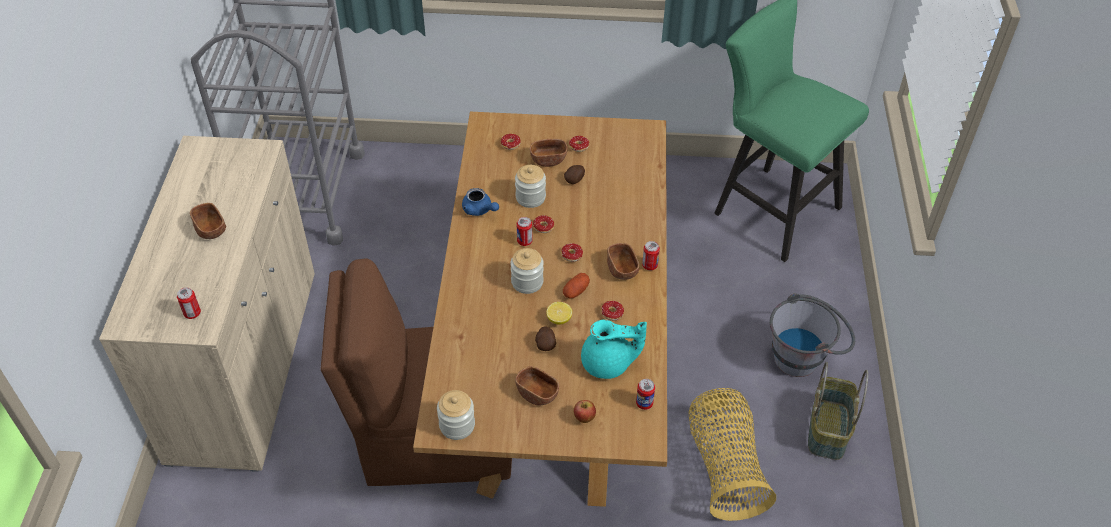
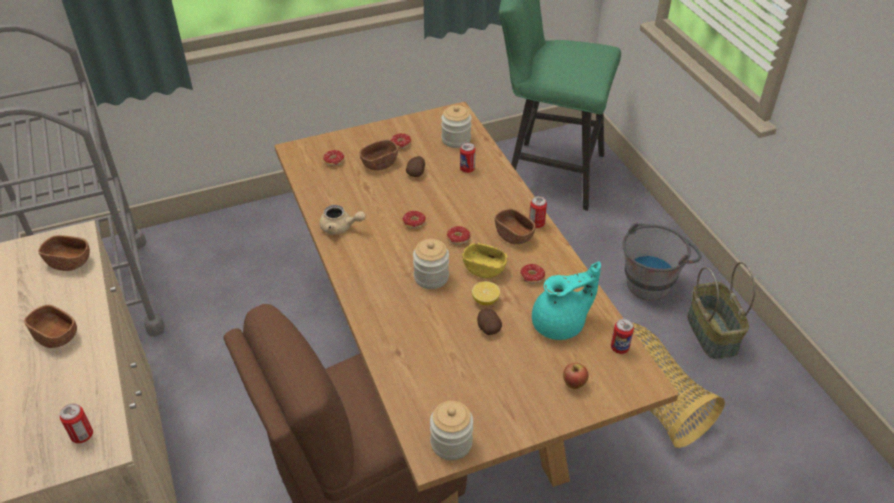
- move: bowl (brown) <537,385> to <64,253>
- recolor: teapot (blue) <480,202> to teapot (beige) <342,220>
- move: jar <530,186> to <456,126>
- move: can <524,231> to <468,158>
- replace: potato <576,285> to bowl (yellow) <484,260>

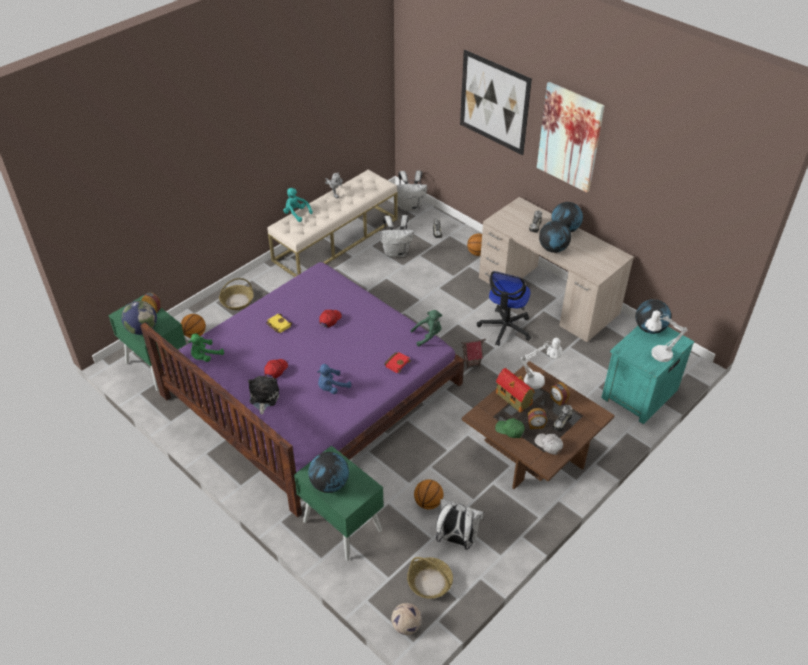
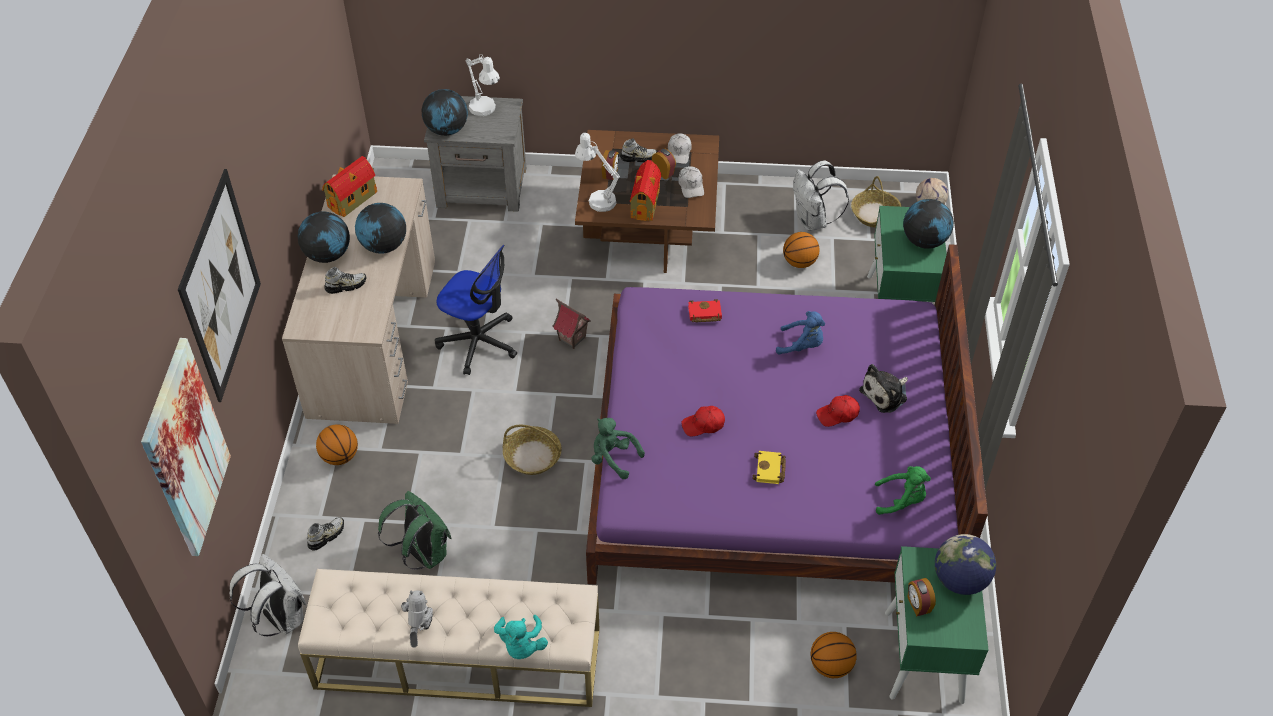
- move: picture <570,137> to <186,447>
- insert: toy house <349,186>
- recolor: backpack (white) <397,236> to backpack (green) <415,530>
- recolor: nightstand (turquoise) <647,375> to nightstand (grey) <475,154>
- rotate: office chair <504,308> = <476,310> 45 degrees clockwise
- move: basket <236,294> to <532,450>
- move: plush toy (green) <426,328> to <618,448>
- recolor: cap (green) <510,428> to cap (white) <691,182>

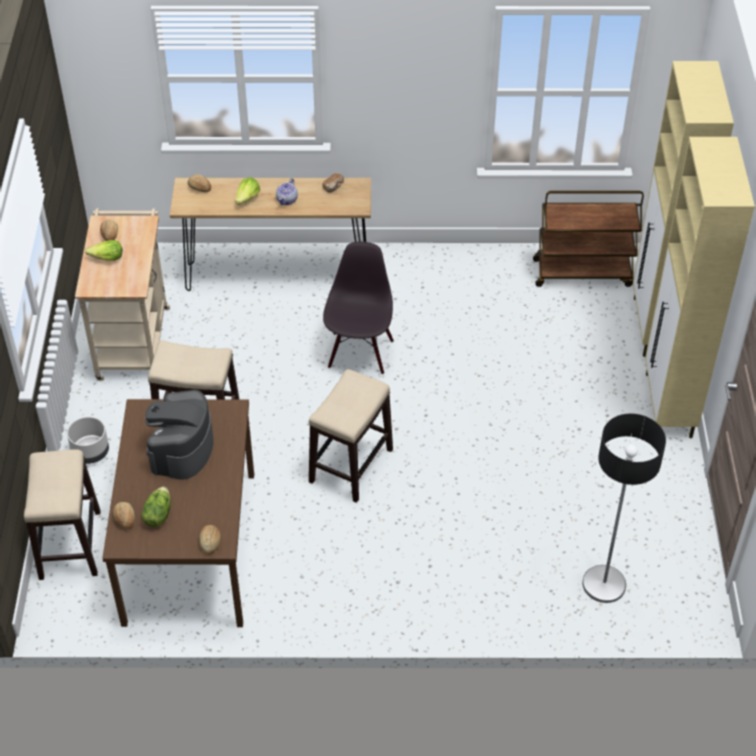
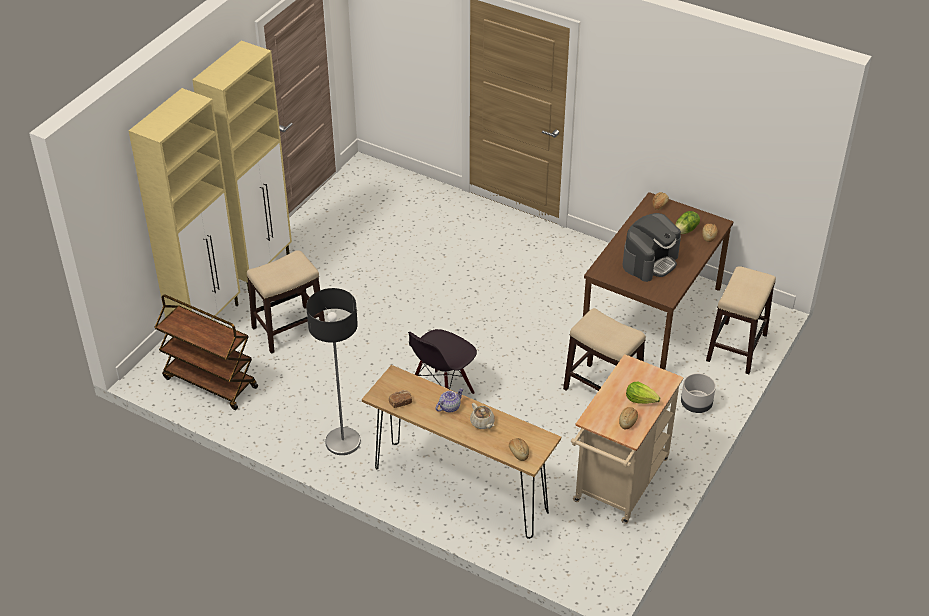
- move: stool <351,436> to <286,302>
- move: floor lamp <624,508> to <333,371>
- replace: lettuce <247,191> to teapot (beige) <482,416>

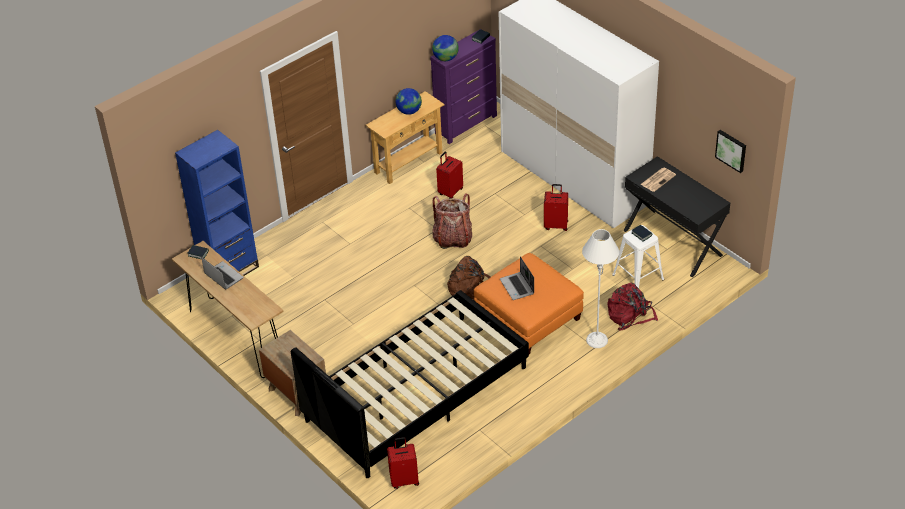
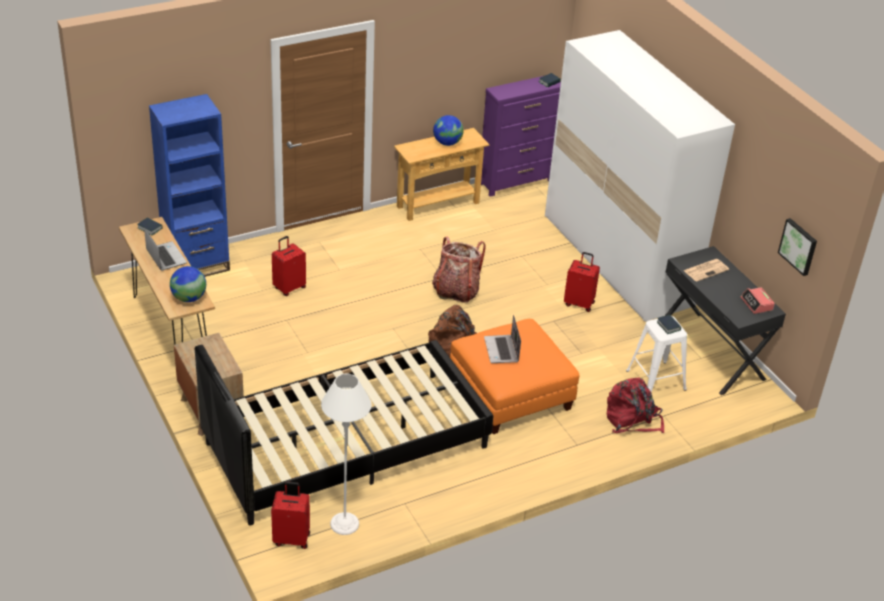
- move: globe <445,48> to <188,284>
- move: suitcase (red) <449,175> to <289,266>
- move: floor lamp (white) <600,288> to <346,454>
- insert: alarm clock <757,300>

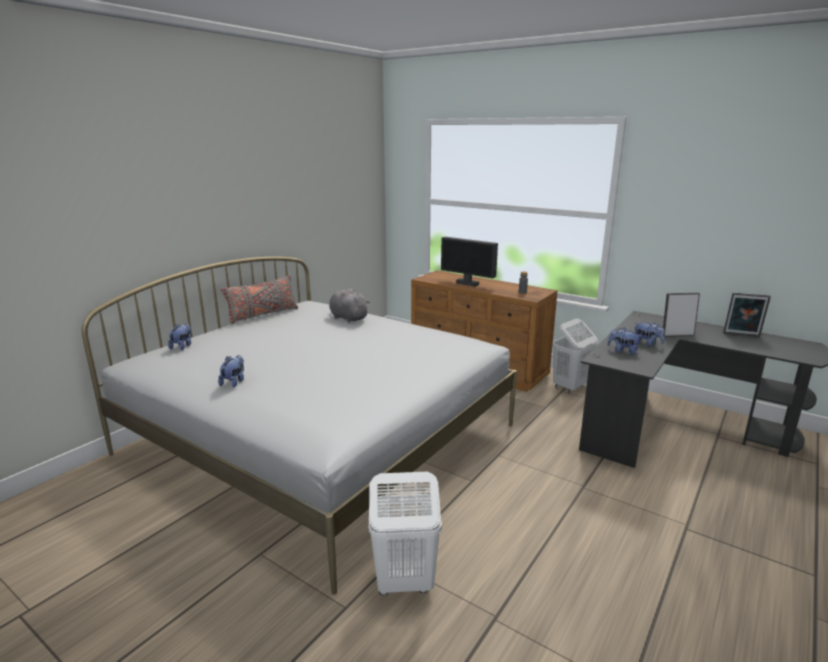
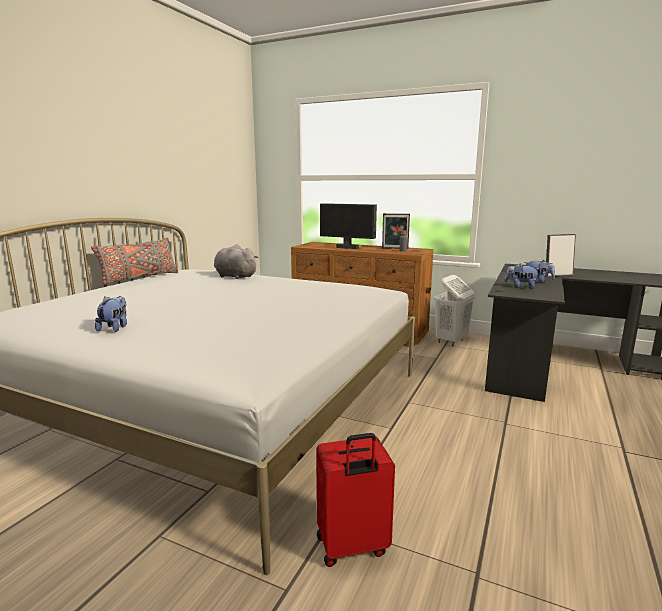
- replace: laundry basket (white) <405,533> to suitcase (red) <355,500>
- move: picture frame <747,315> to <396,231>
- delete: plush toy <180,337>

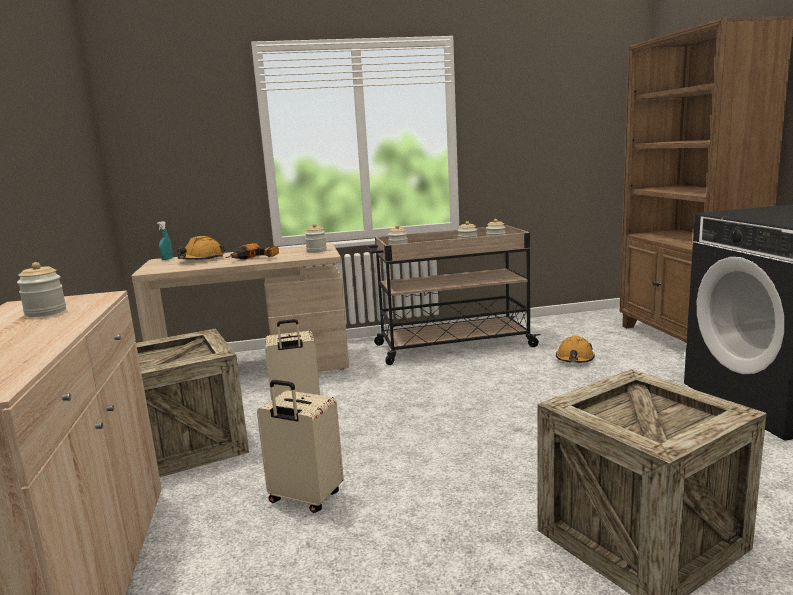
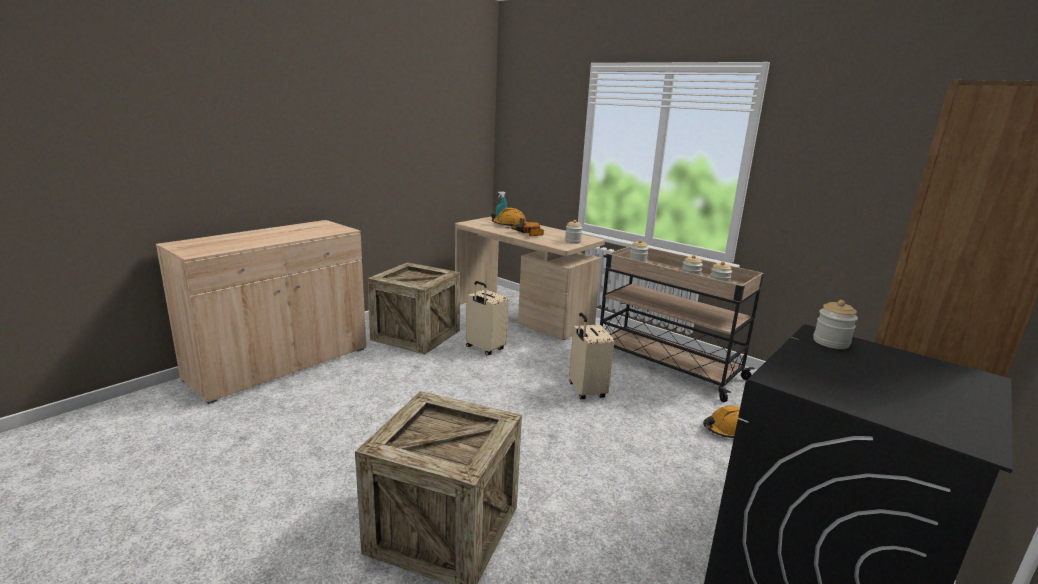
- move: suitcase (beige) <300,446> to <591,355>
- move: jar <41,289> to <835,324>

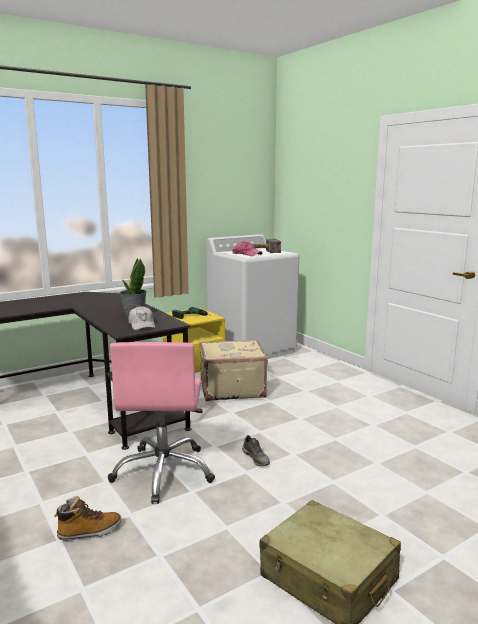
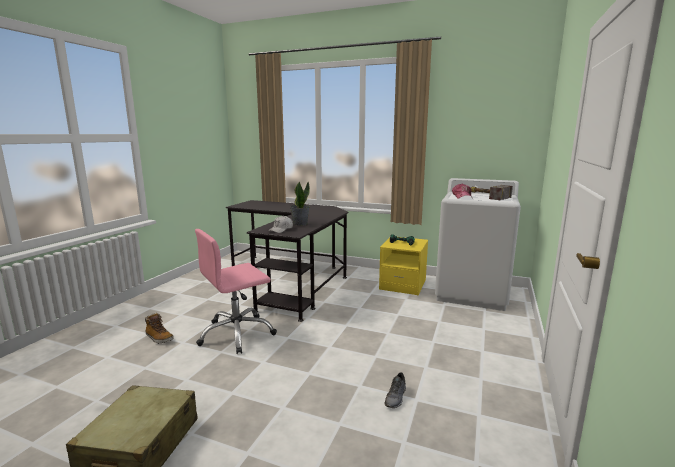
- move: shoe (grey) <256,450> to <395,390>
- delete: suitcase (beige) <233,370>

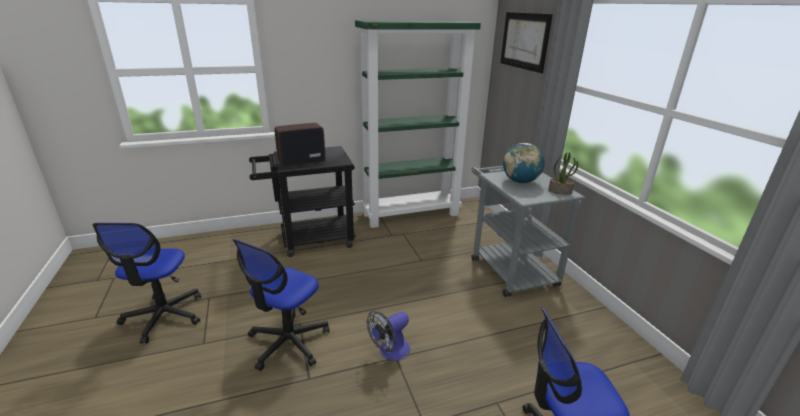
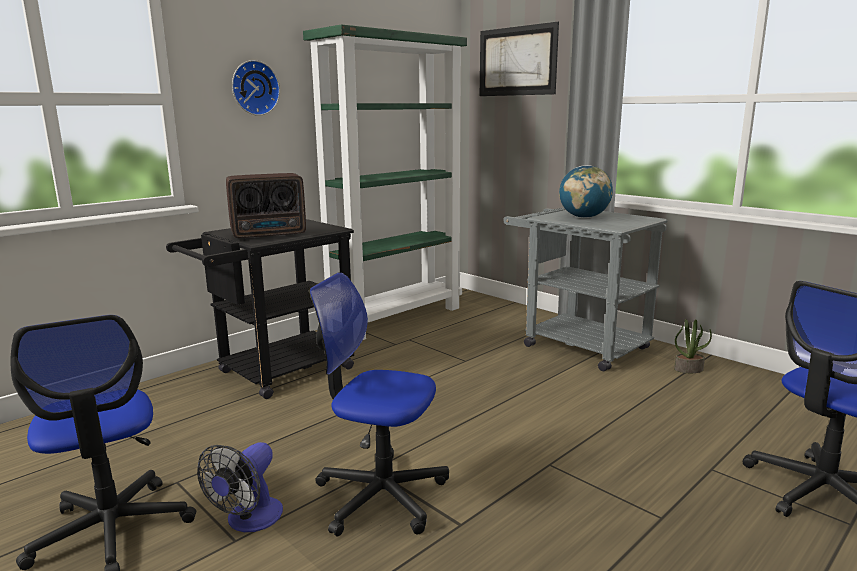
- move: fan <388,336> to <240,487>
- rotate: radio <299,145> = <266,206> 150 degrees counterclockwise
- insert: wall clock <256,88>
- rotate: office chair <281,305> = <379,404> 105 degrees clockwise
- move: potted plant <563,173> to <693,346>

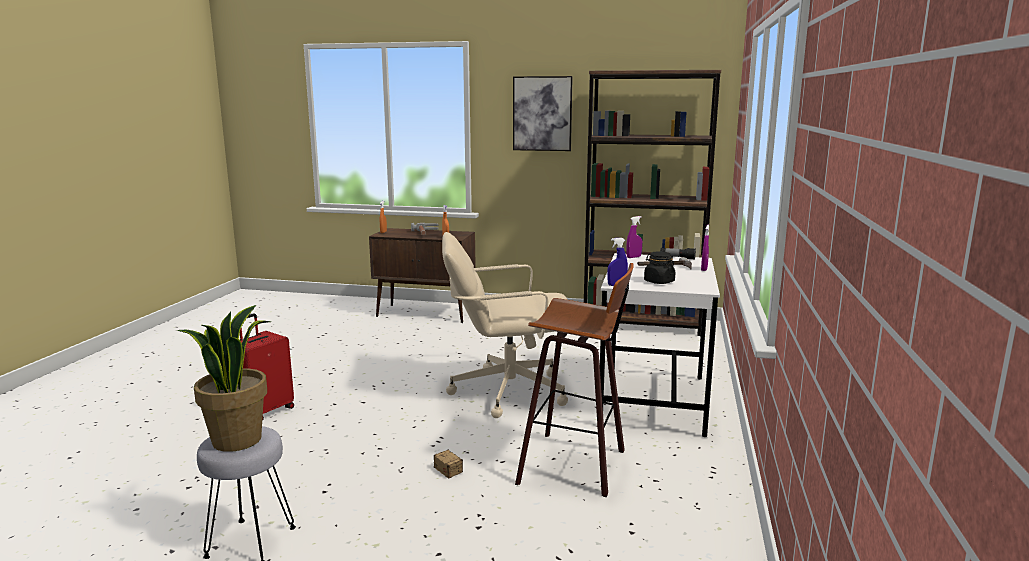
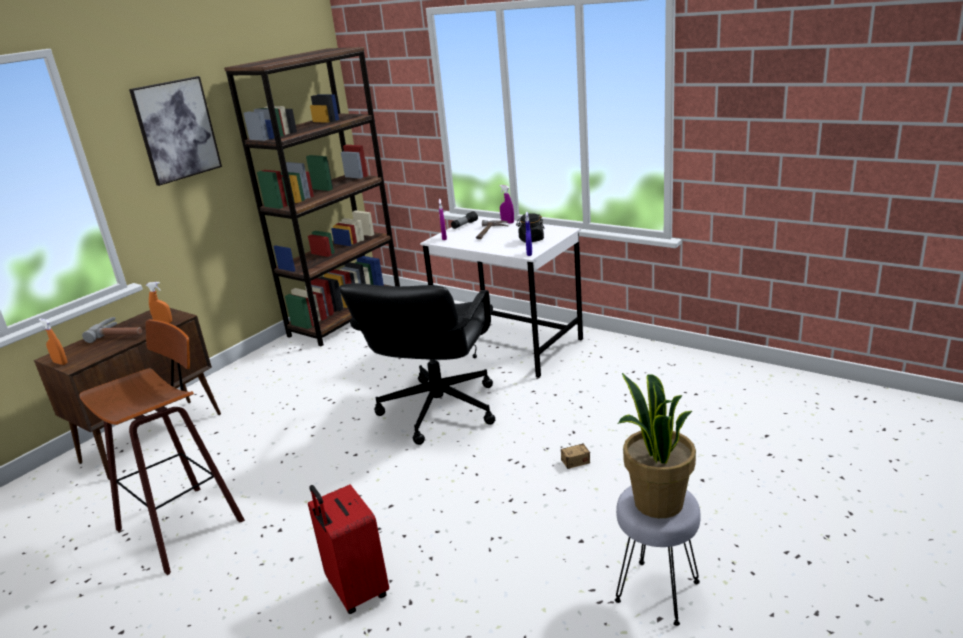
- move: stool <574,380> to <162,447>
- recolor: office chair (beige) <505,325> to office chair (black) <417,364>

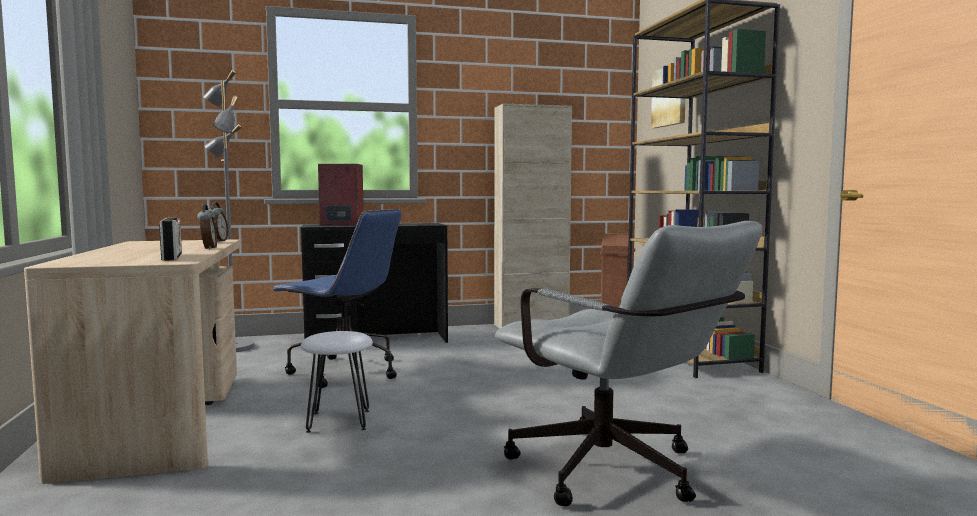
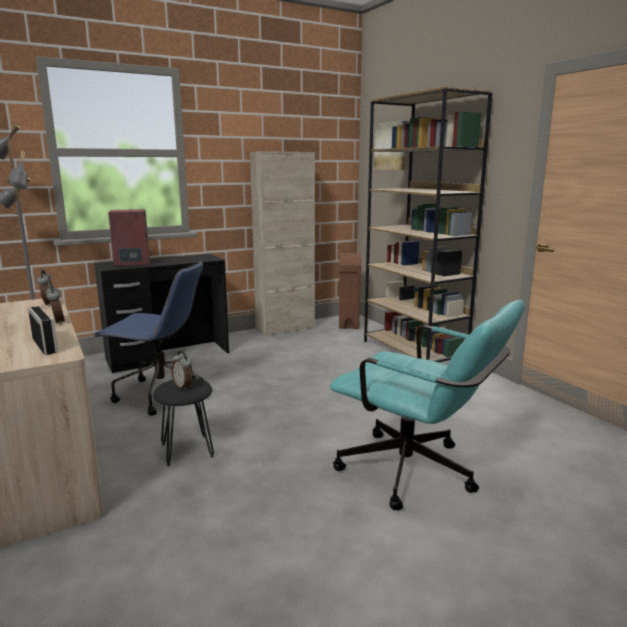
- recolor: stool (white) <337,382> to stool (black) <183,422>
- insert: alarm clock <181,370>
- recolor: office chair (grey) <628,364> to office chair (turquoise) <427,405>

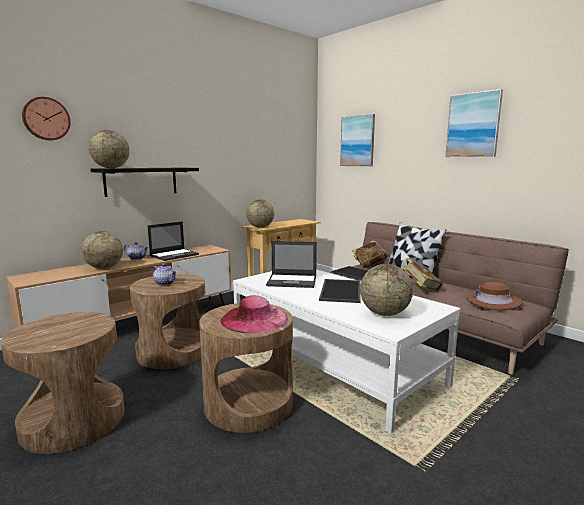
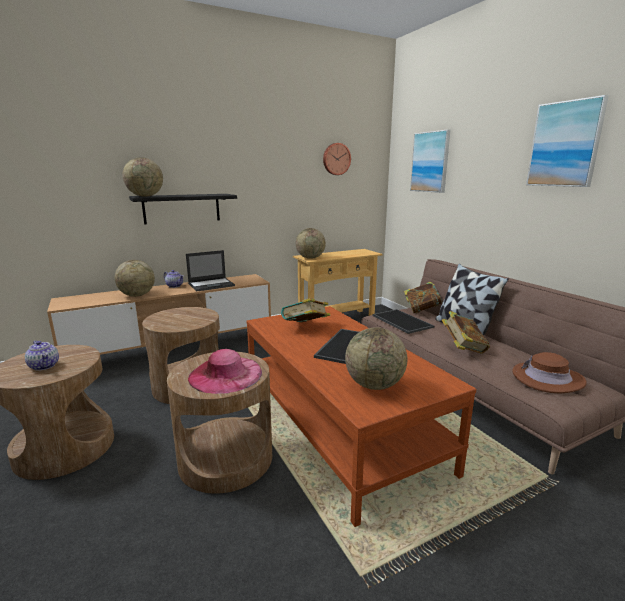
- move: teapot <164,275> to <42,356>
- recolor: coffee table (white) <347,351> to coffee table (brown) <361,416>
- replace: laptop <291,264> to book <305,310>
- move: wall clock <46,118> to <337,159>

